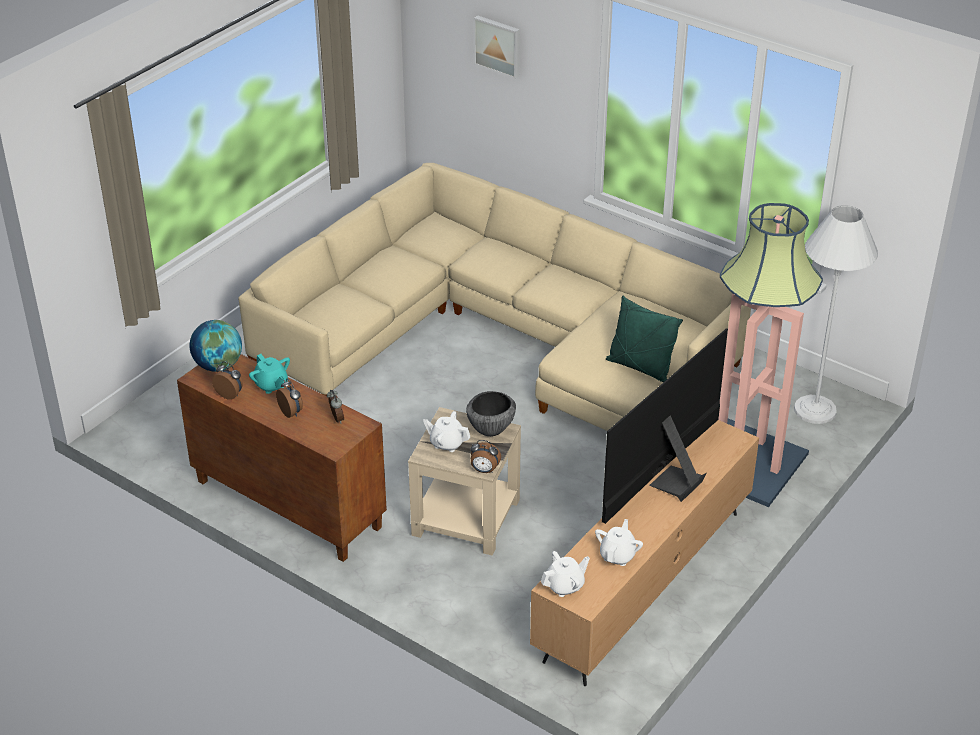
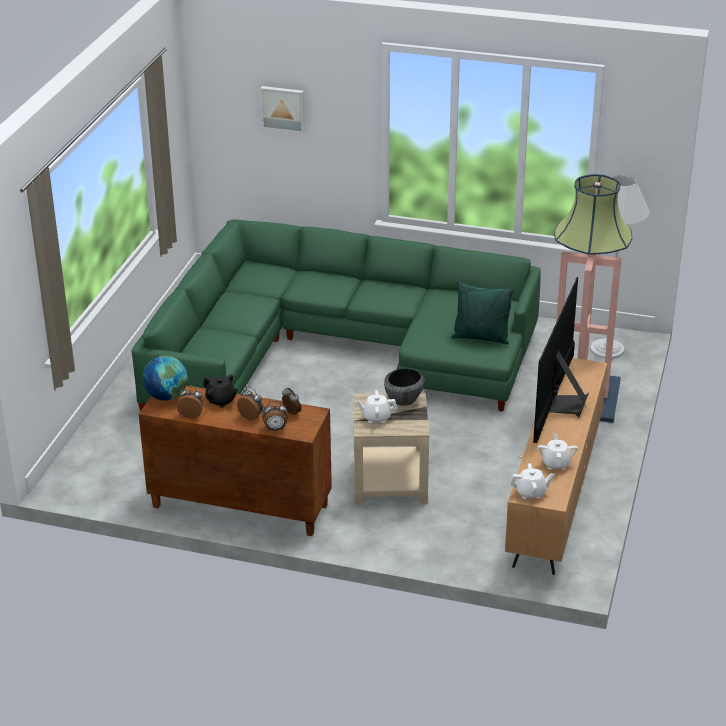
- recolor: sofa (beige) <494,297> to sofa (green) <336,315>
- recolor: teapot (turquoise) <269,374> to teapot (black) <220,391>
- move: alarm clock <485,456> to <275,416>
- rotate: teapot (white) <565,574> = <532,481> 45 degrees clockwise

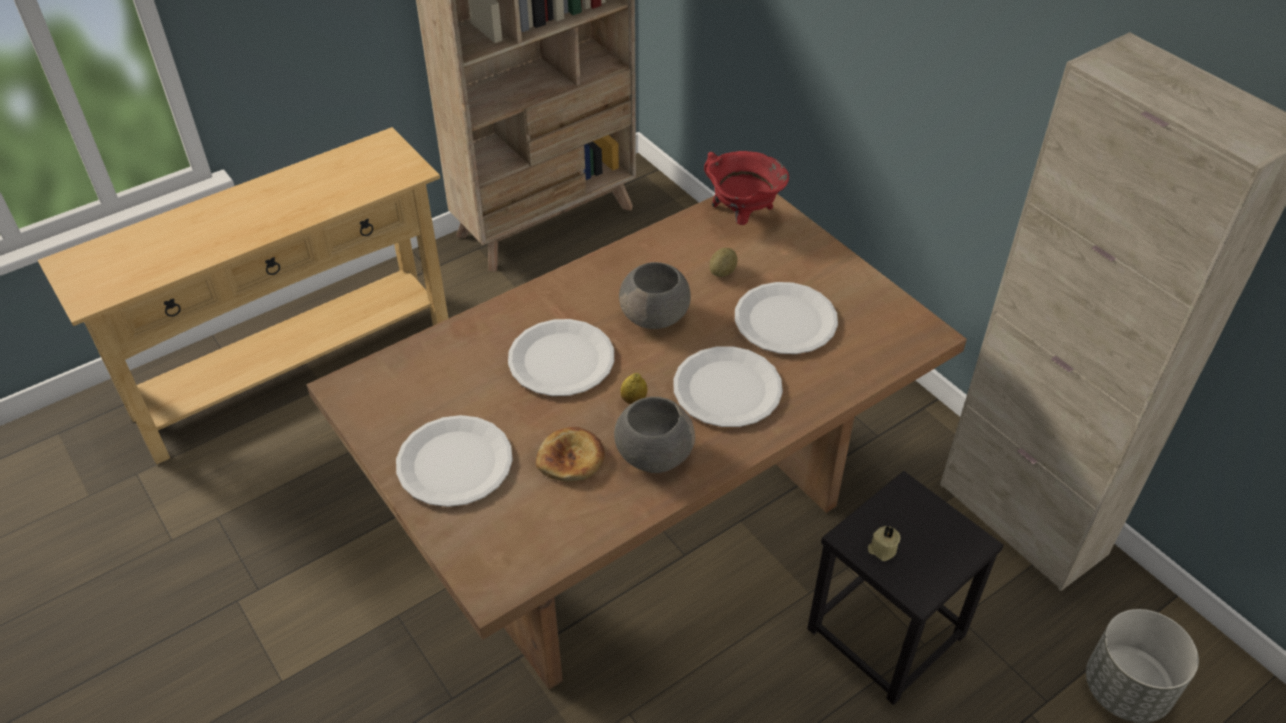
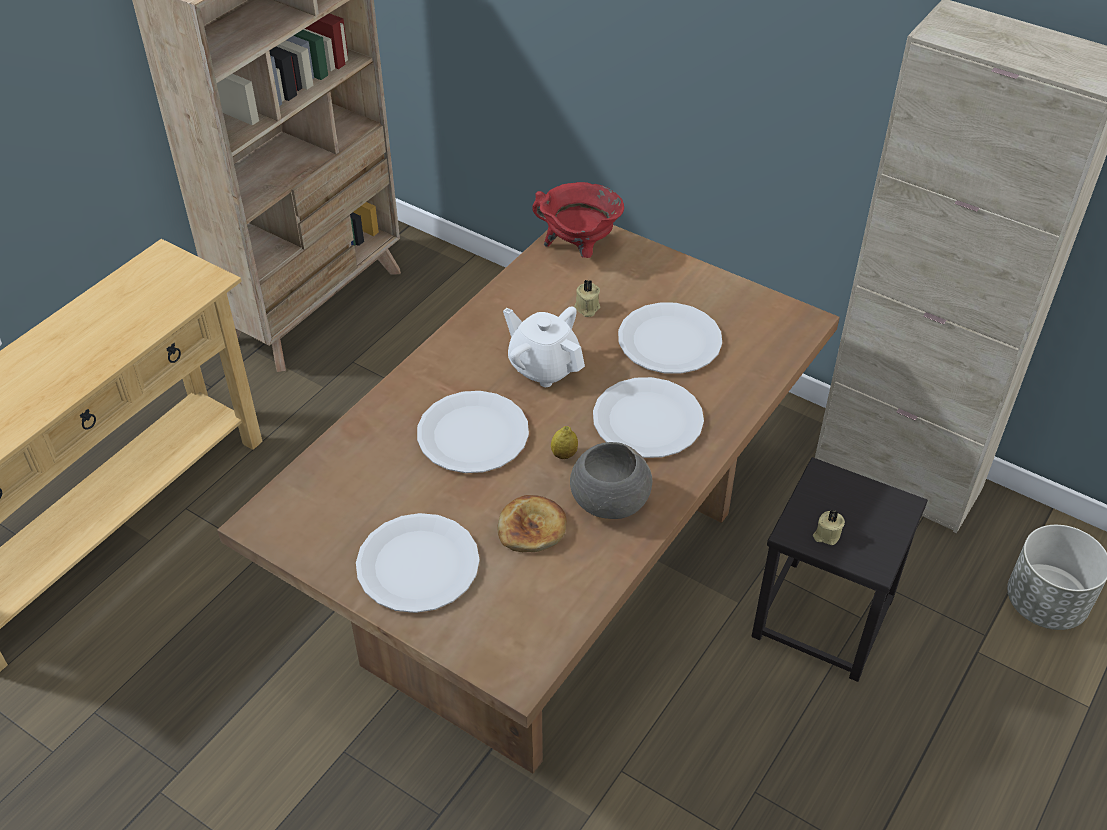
- replace: bowl (grey) <655,295> to teapot (white) <544,346>
- replace: potato <723,262> to candle (beige) <587,298>

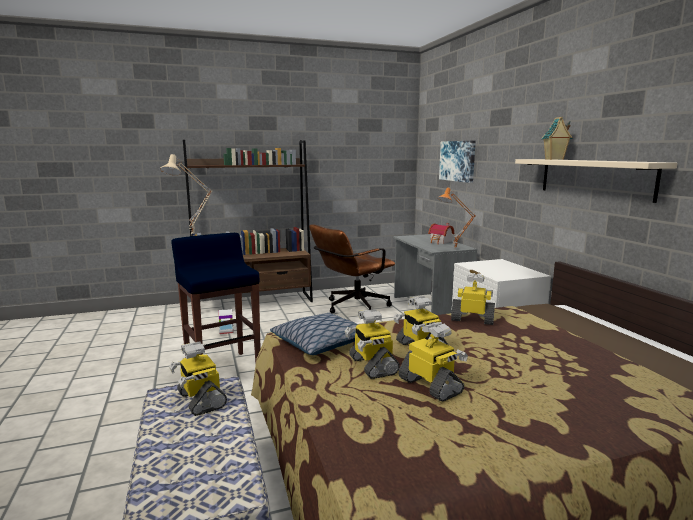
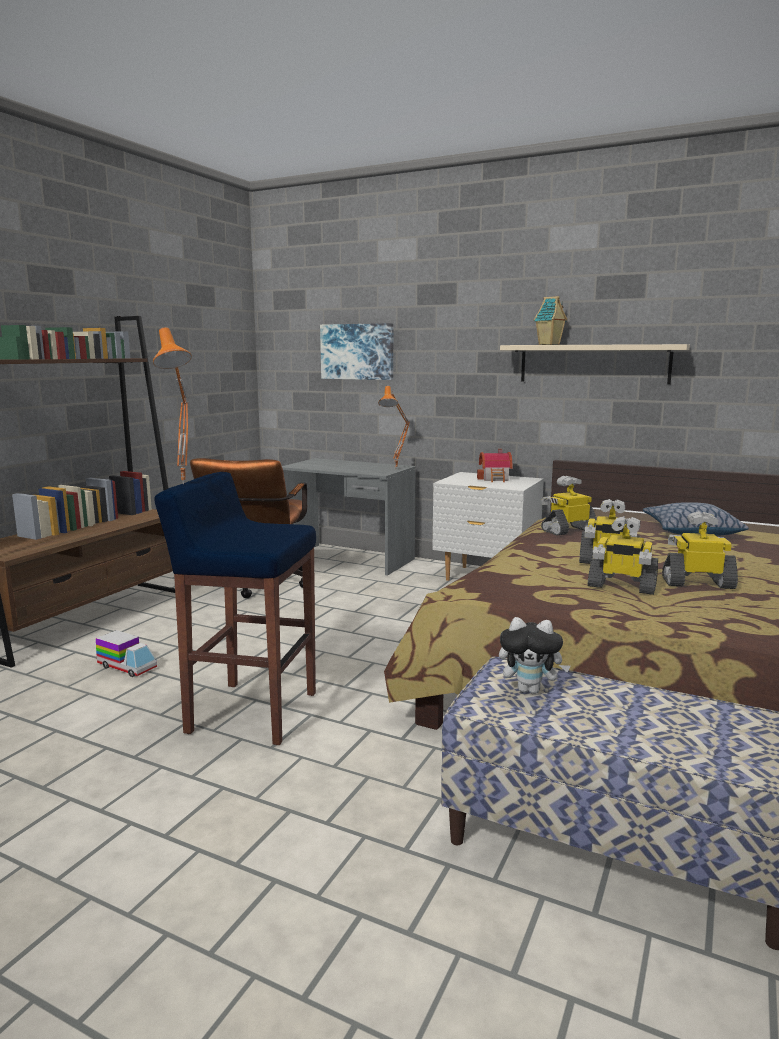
- recolor: table lamp (beige) <186,195> to table lamp (orange) <172,405>
- move: toy house <441,233> to <494,465>
- replace: toy robot <198,379> to plush toy <535,655>
- move: pillow <314,334> to <696,519>

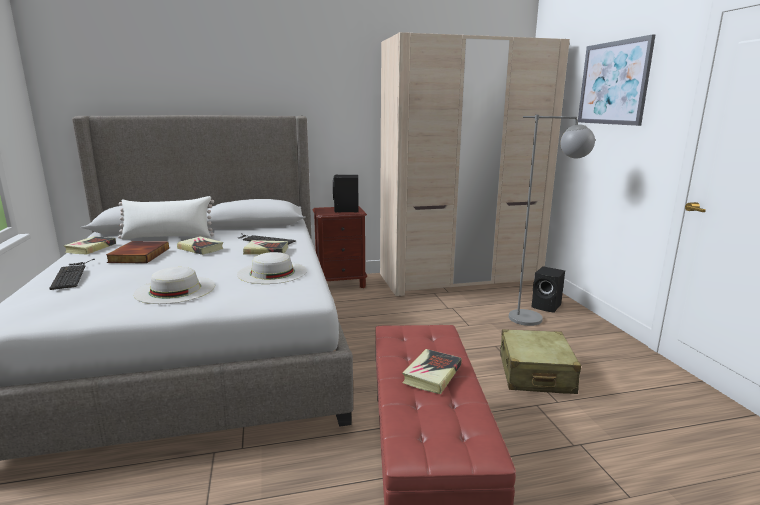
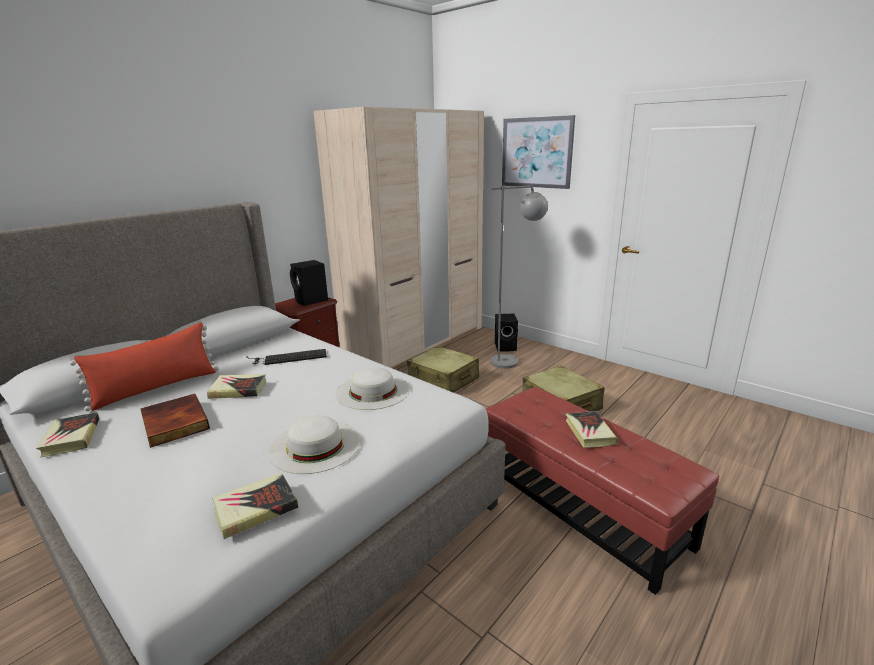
- recolor: pillow (white) <166,217> to pillow (red) <144,366>
- move: book <265,247> to <255,506>
- insert: suitcase (beige) <443,369>
- delete: keyboard <72,274>

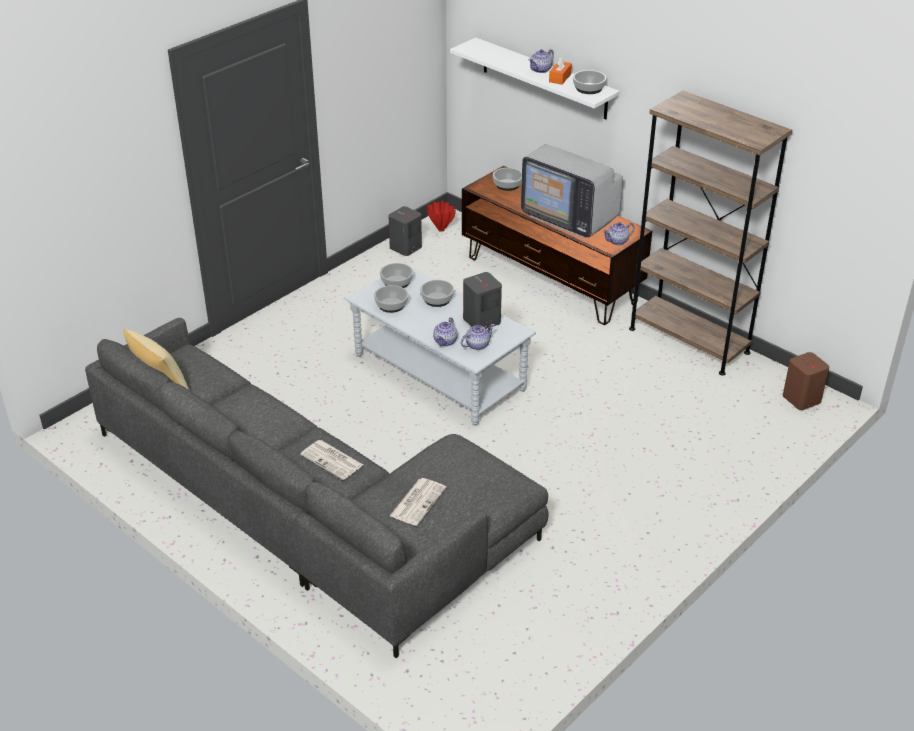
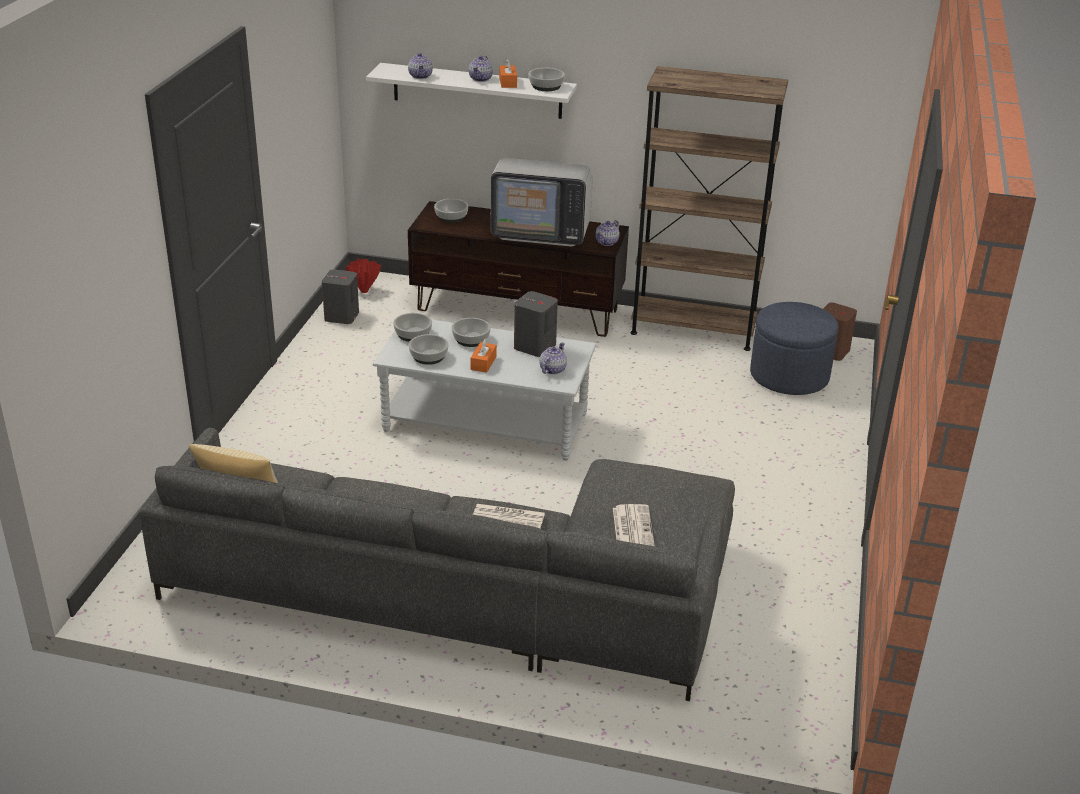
- move: teapot <445,331> to <420,66>
- insert: tissue box (orange) <483,356>
- insert: ottoman (blue) <794,348>

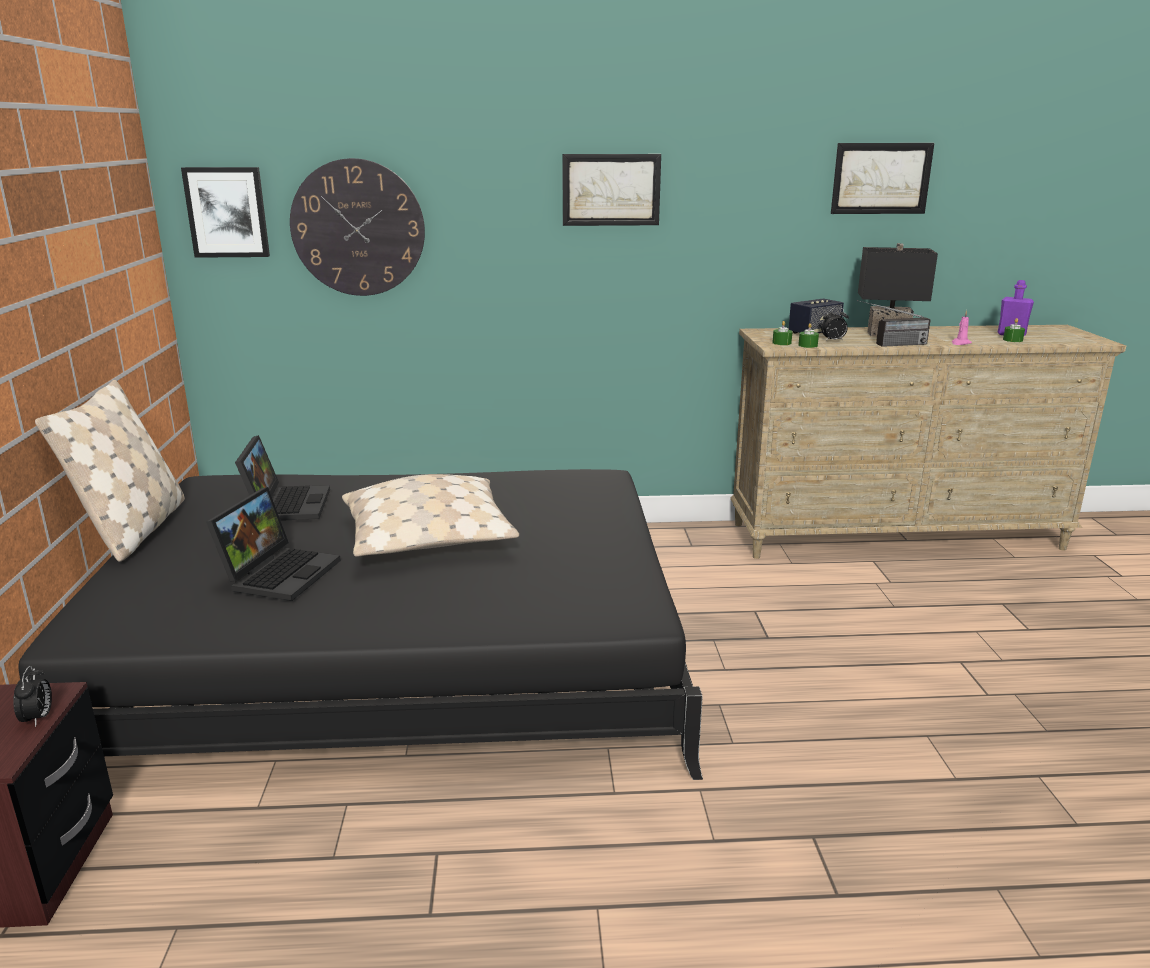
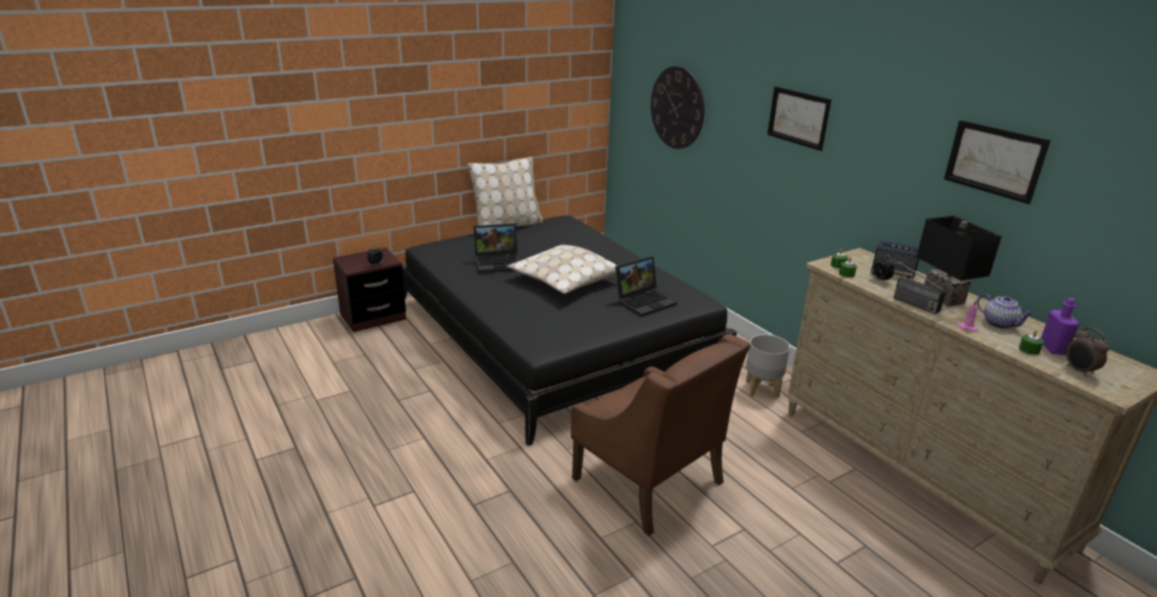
- insert: armchair (brown) <661,434>
- move: laptop <282,478> to <646,286>
- insert: planter (grey) <768,366>
- insert: teapot <1005,311>
- insert: alarm clock <1088,352>
- delete: picture <225,212>

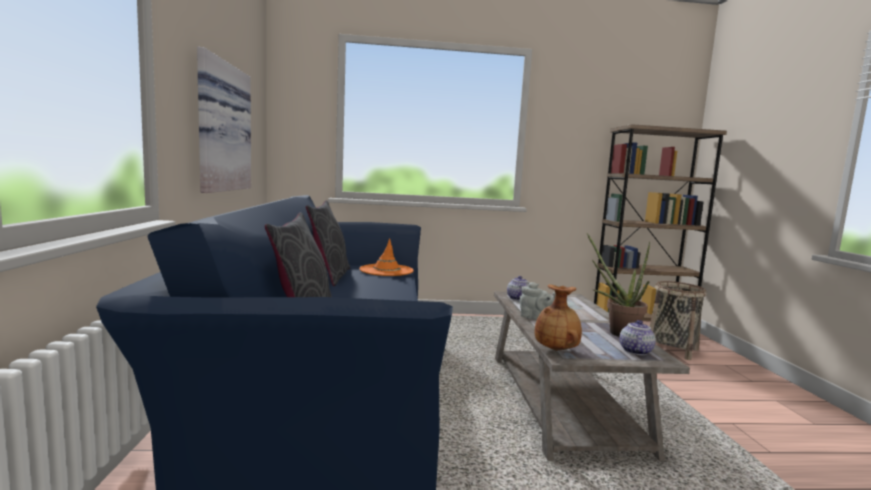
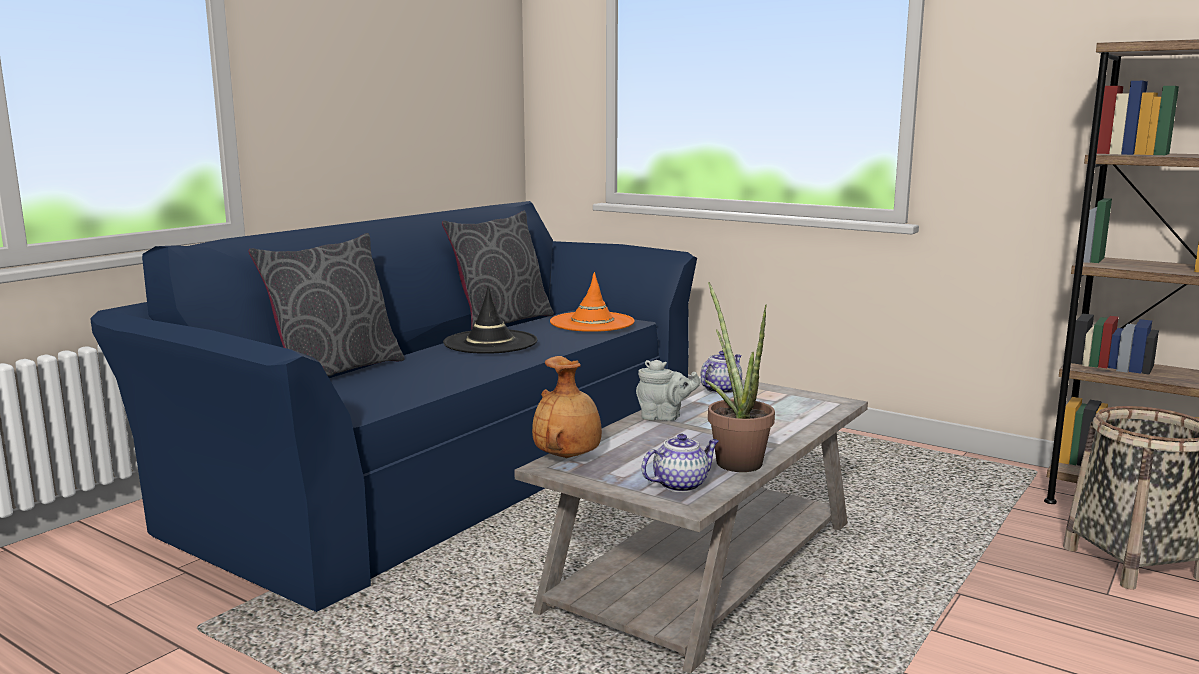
- insert: hat (black) <490,320>
- rotate: teapot (grey) <537,301> = <668,390> 60 degrees counterclockwise
- delete: picture <224,120>

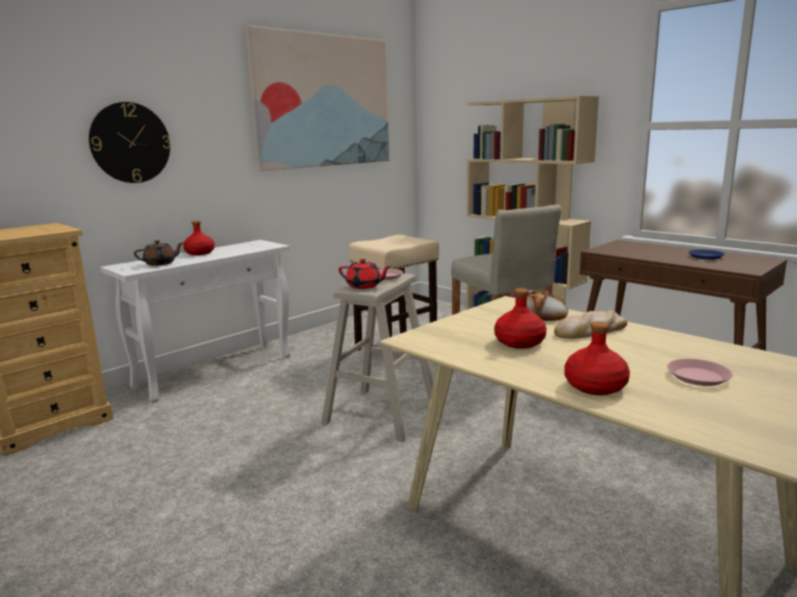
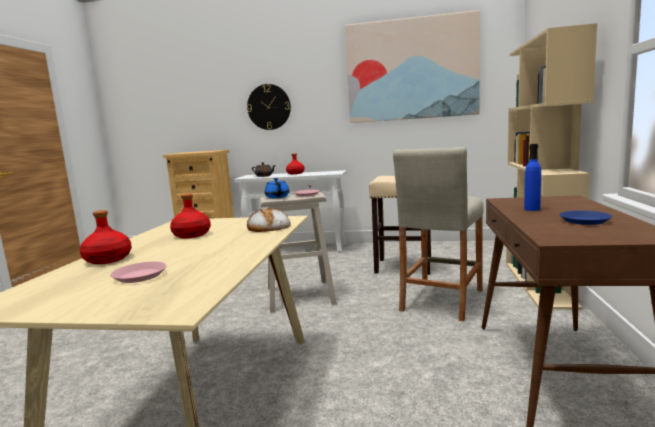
- recolor: teapot (red) <365,274> to teapot (blue) <276,188>
- insert: bottle (blue) <532,177>
- delete: bread <590,324>

